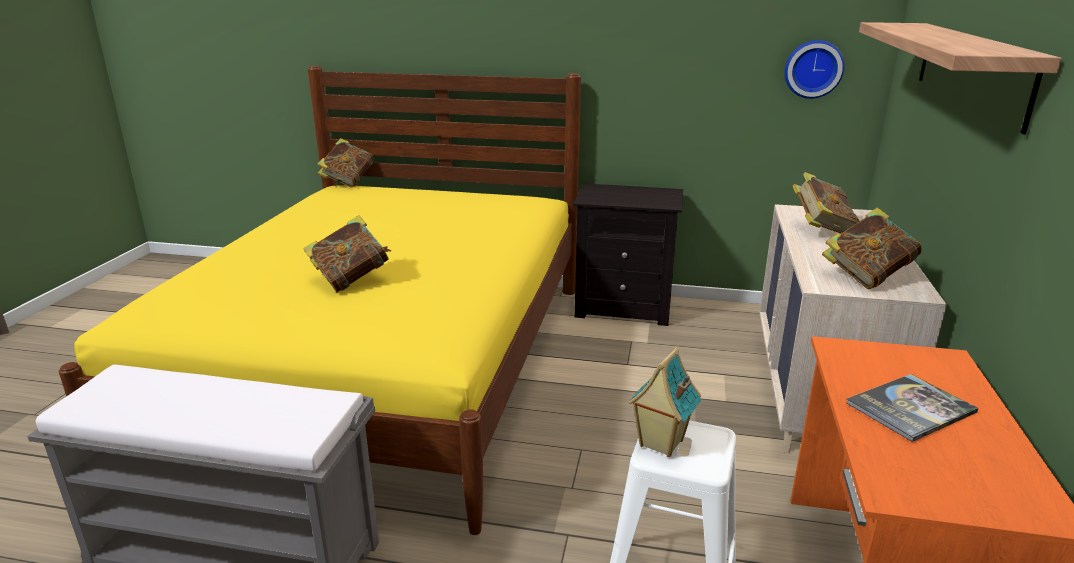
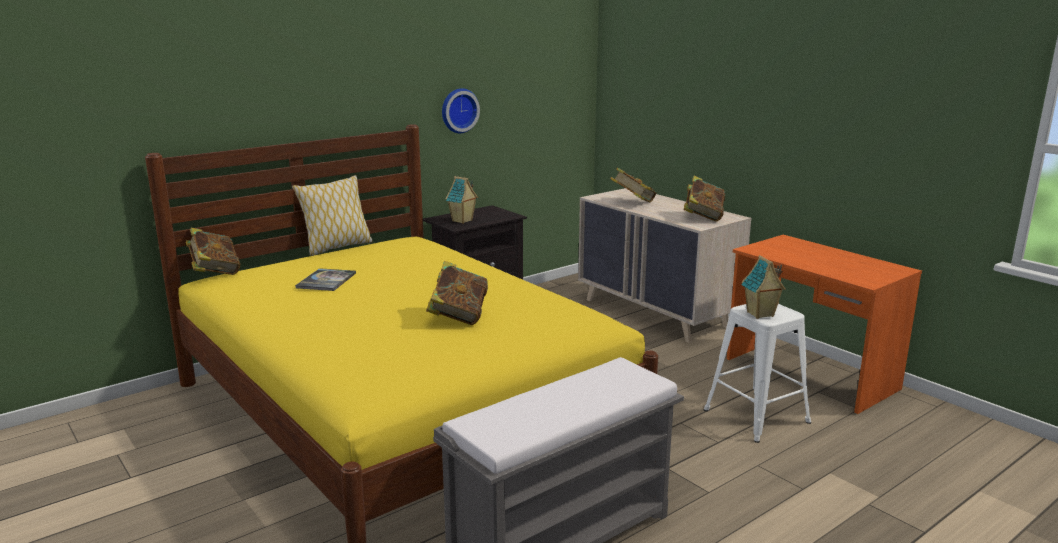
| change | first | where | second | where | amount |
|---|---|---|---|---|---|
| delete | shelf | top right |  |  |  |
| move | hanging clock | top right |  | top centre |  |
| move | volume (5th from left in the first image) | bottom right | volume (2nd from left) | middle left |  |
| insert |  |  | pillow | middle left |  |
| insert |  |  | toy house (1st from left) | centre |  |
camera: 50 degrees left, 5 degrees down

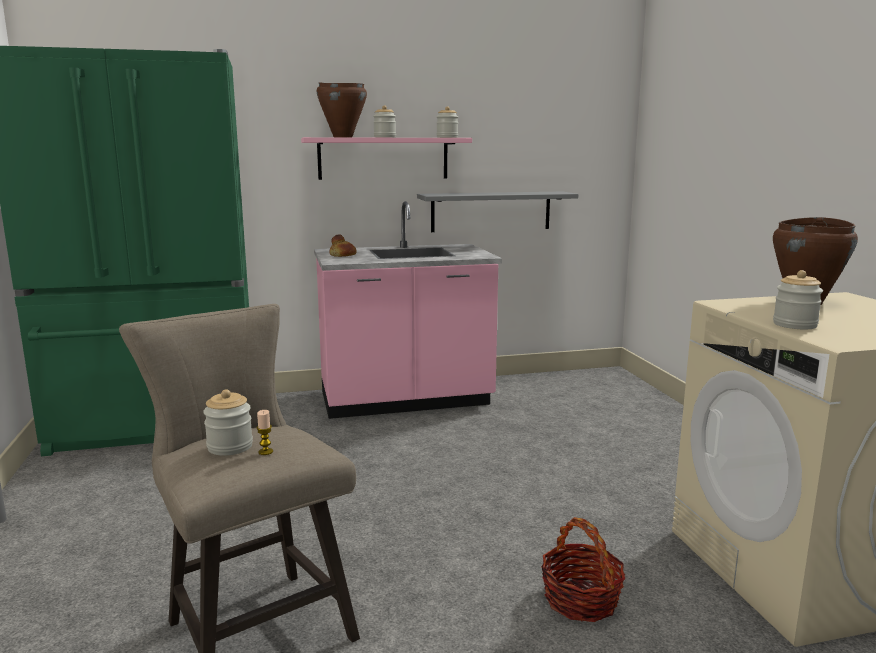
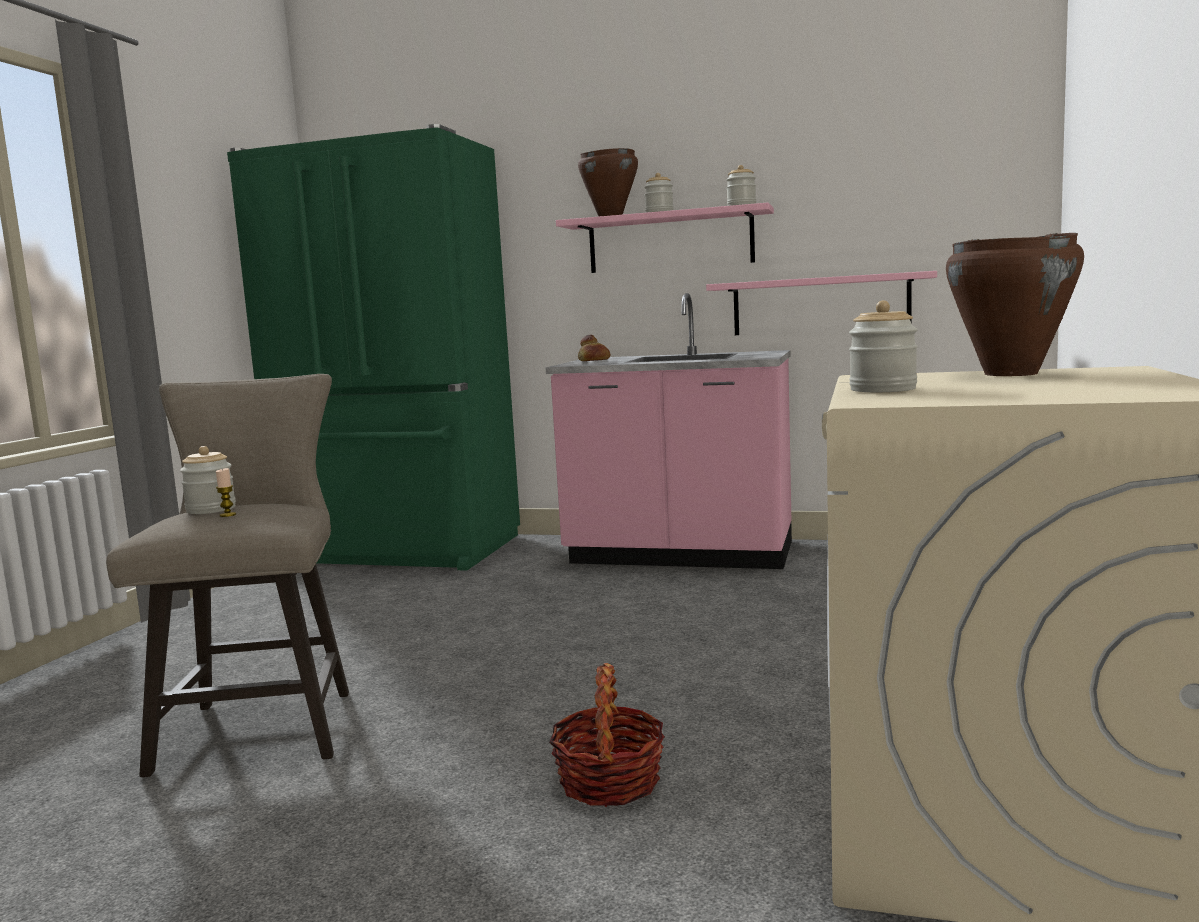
| change | first | where | second | where | amount |
|---|---|---|---|---|---|
| recolor | gray shelf | top centre | pink-coloured shelf (2nd from left) | top right |  |
camera: 30 degrees right, 5 degrees down

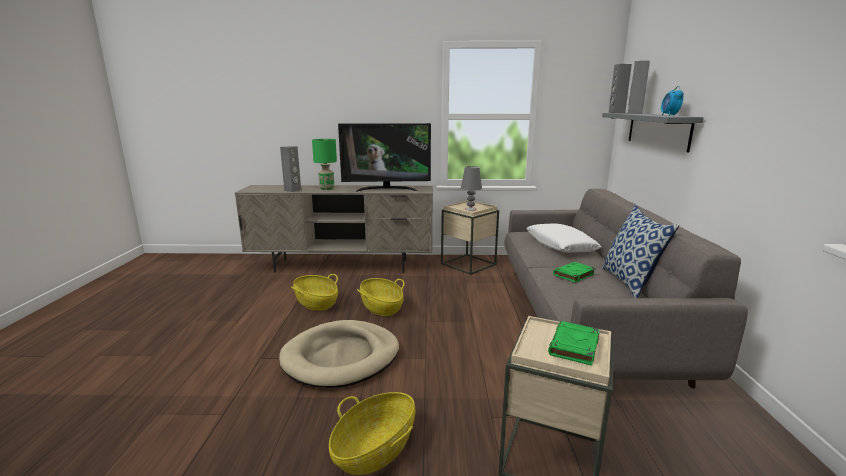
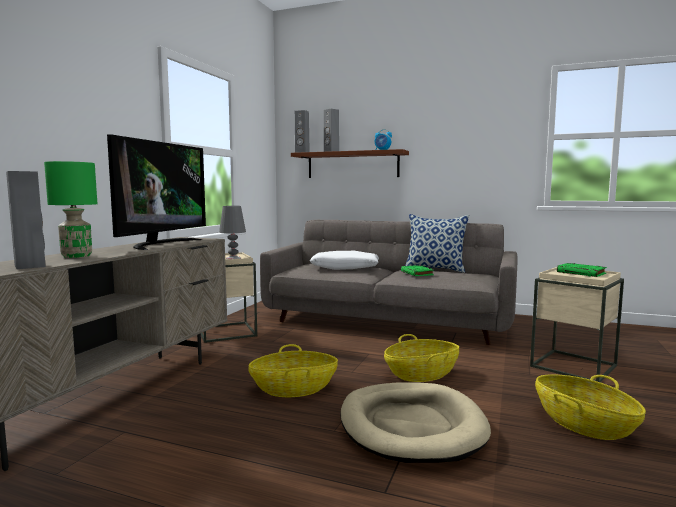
| change | first | where | second | where | amount |
|---|---|---|---|---|---|
| recolor | gray shelf | top right | brownish shelf | top centre |  |
| move | household basket (1st from left in the first image) | centre | household basket (2nd from left) | bottom centre |  |
camera: 70 degrees left, 10 degrees down

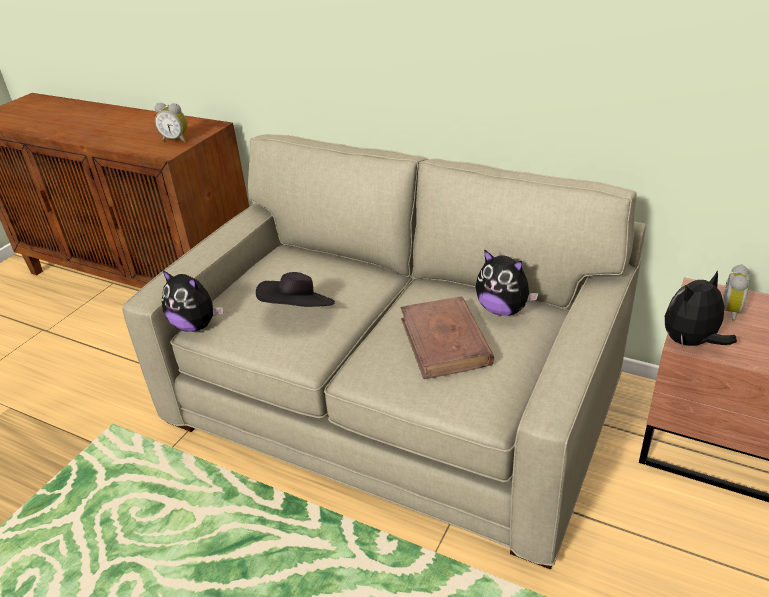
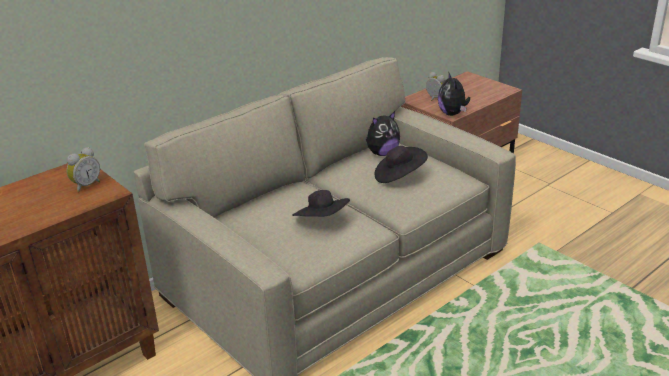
| change | first | where | second | where | amount |
|---|---|---|---|---|---|
| delete | cuddly toy (1st from left) | middle left |  |  |  |
| replace | brownish volume | centre | black-coloured wearable hat (2nd from left) | centre |  |
camera: 70 degrees left, 5 degrees down

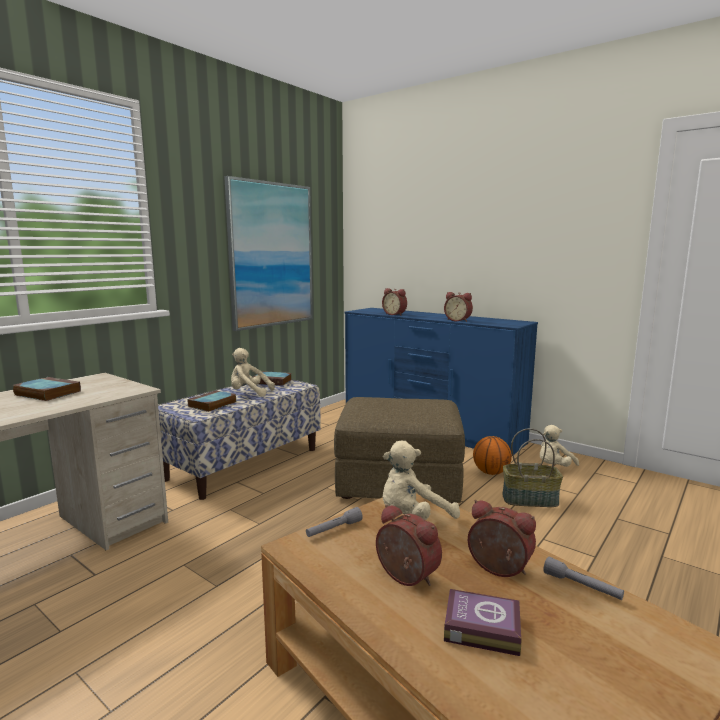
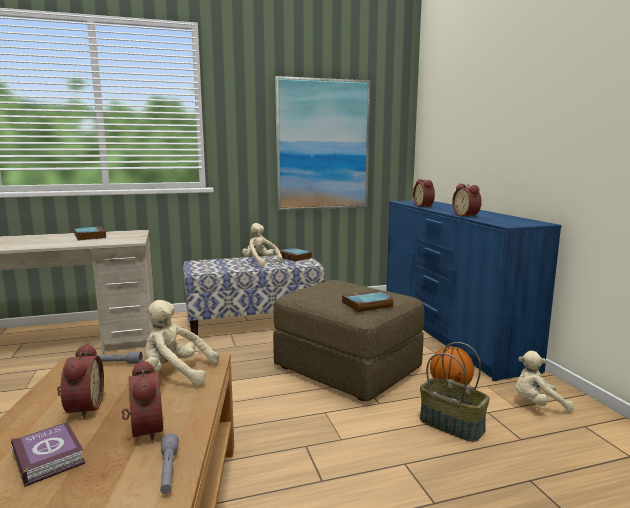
| change | first | where | second | where | amount |
|---|---|---|---|---|---|
| move | volume (2nd from left in the first image) | middle left | volume (4th from left) | centre |  |
camera: 35 degrees right, 0 degrees up

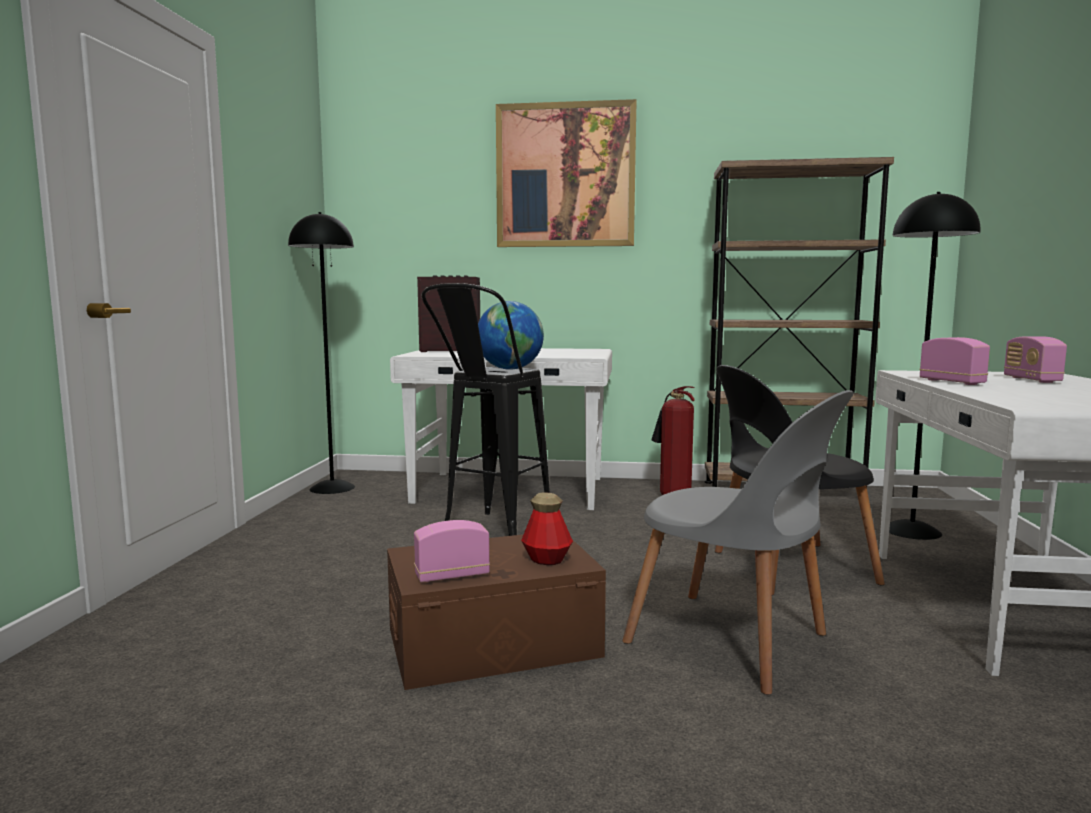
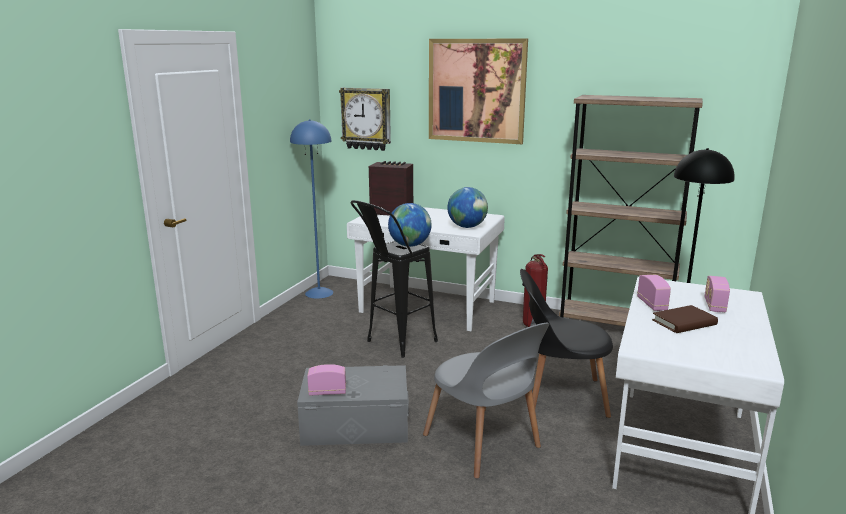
| change | first | where | second | where | amount |
|---|---|---|---|---|---|
| recolor | black-coloured standard lamp (1st from left) | middle left | blue-coloured standard lamp | centre |  |
| delete | drink bottle | centre |  |  |  |
| recolor | brownish storage container | bottom centre | gray storage container | bottom centre |  |
| insert |  |  | hanging clock | top centre |  |
| insert |  |  | desk globe (2nd from left) | centre |  |
| insert |  |  | brownish volume | middle right |  |
camera: 15 degrees right, 10 degrees up

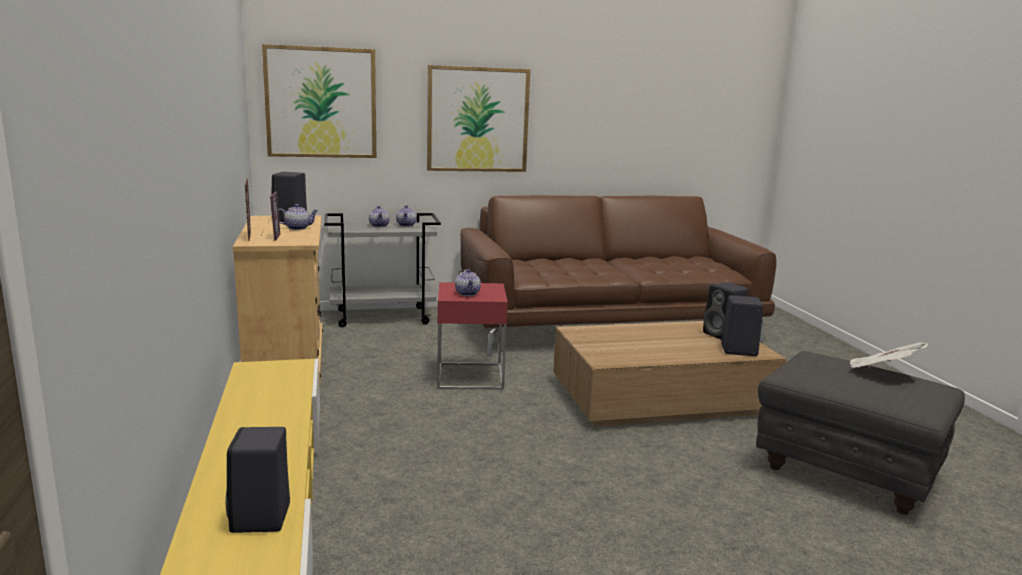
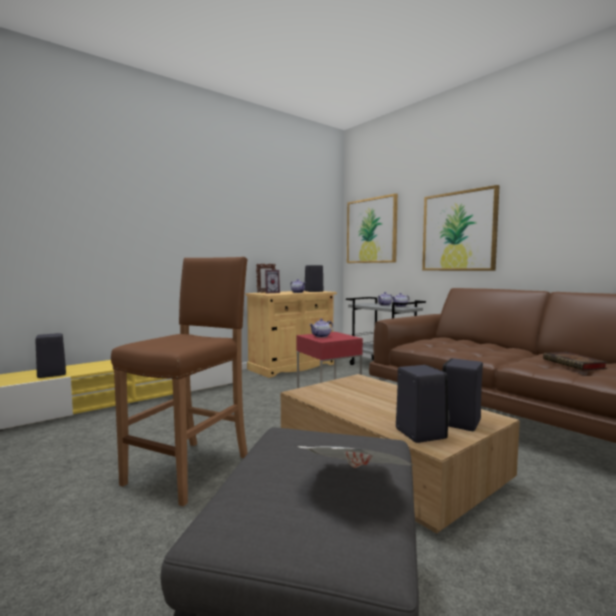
| change | first | where | second | where | amount |
|---|---|---|---|---|---|
| insert |  |  | brownish stool | middle left |  |
| insert |  |  | volume | middle right |  |
camera: 65 degrees right, 10 degrees down

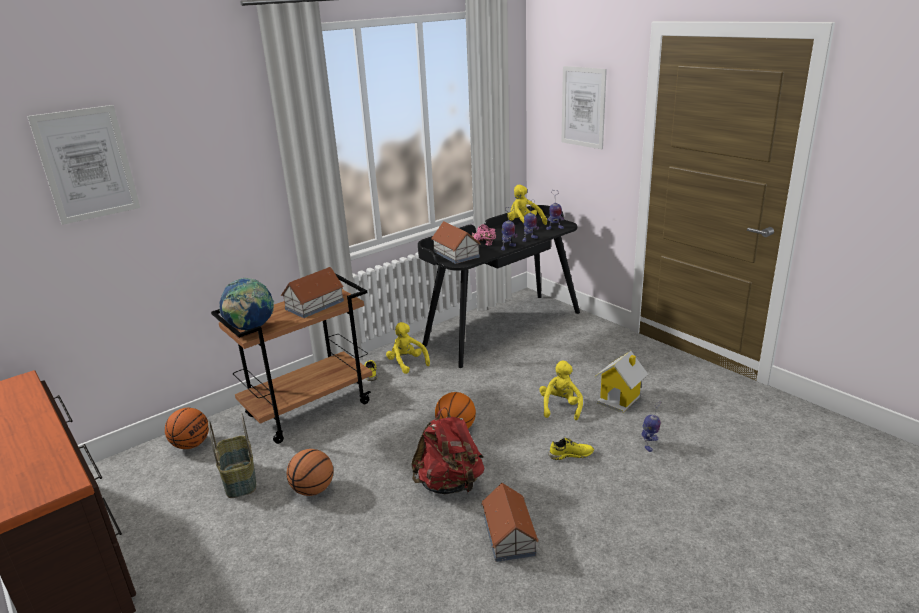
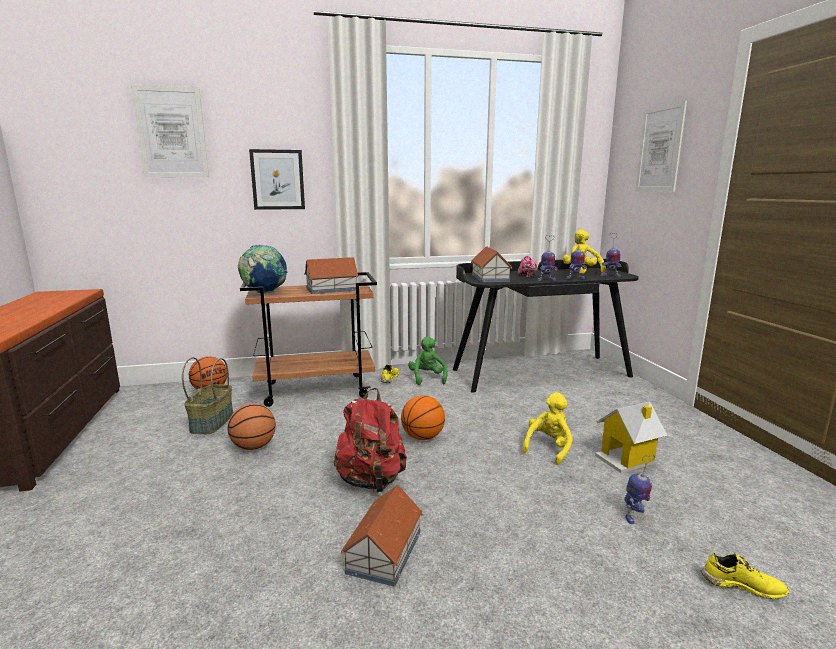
| change | first | where | second | where | amount |
|---|---|---|---|---|---|
| recolor | yellow cuddly toy (1st from left) | centre | greenish cuddly toy | centre |  |
| move | yellow item of footwear (2nd from left) | bottom centre |  | bottom right |  |
| insert |  |  | wall art (2nd from left) | top left |  |
camera: 25 degrees right, 10 degrees down

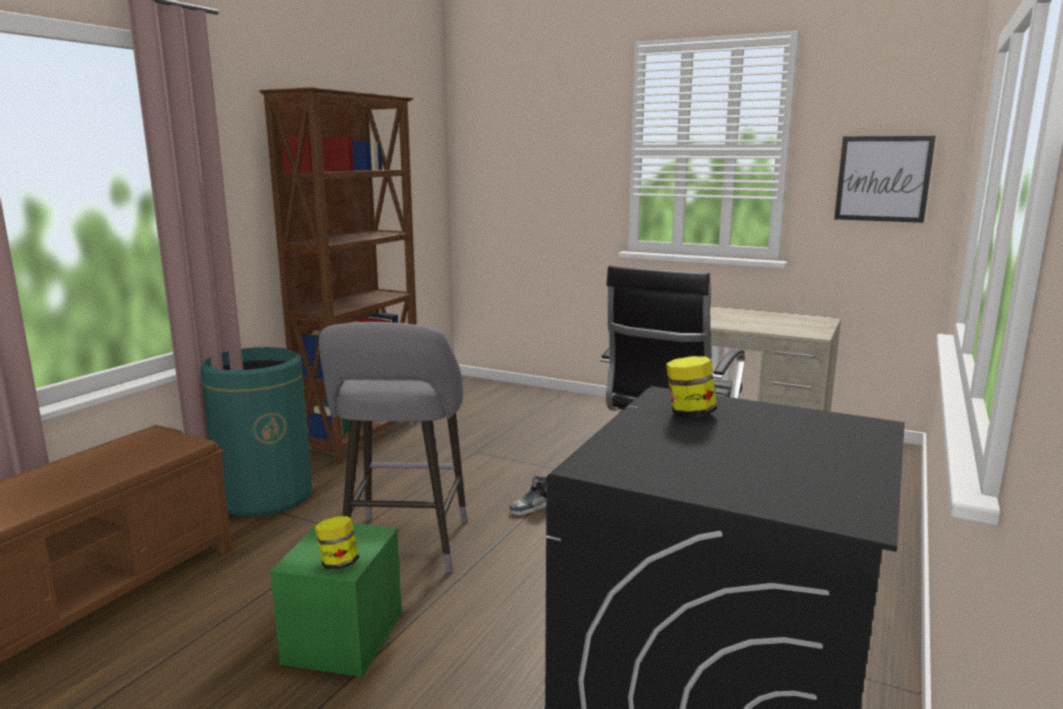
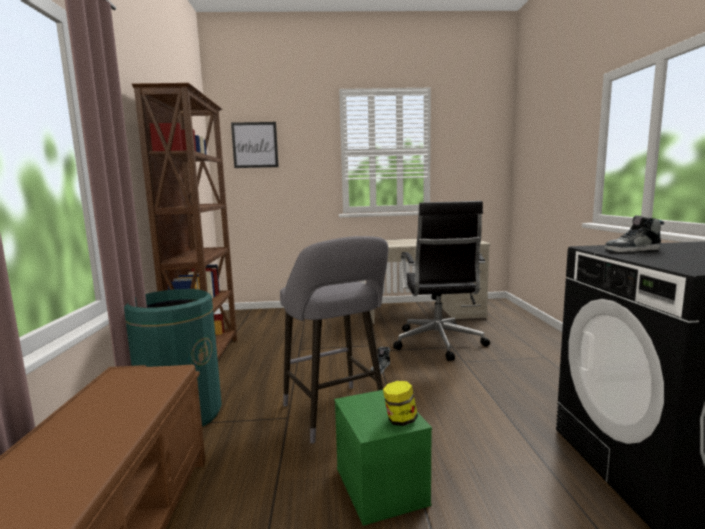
| change | first | where | second | where | amount |
|---|---|---|---|---|---|
| move | wall art | top right |  | top centre |  |
| replace | storage jar (2nd from left) | centre | item of footwear (2nd from left) | middle right |  |
camera: 30 degrees left, 5 degrees down

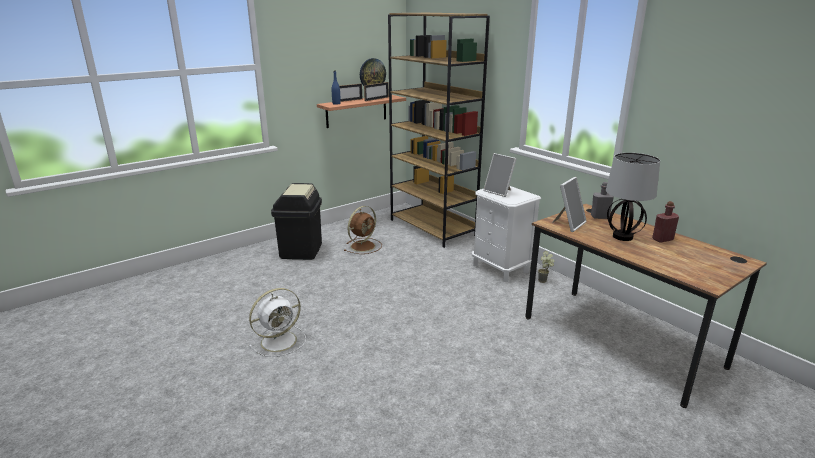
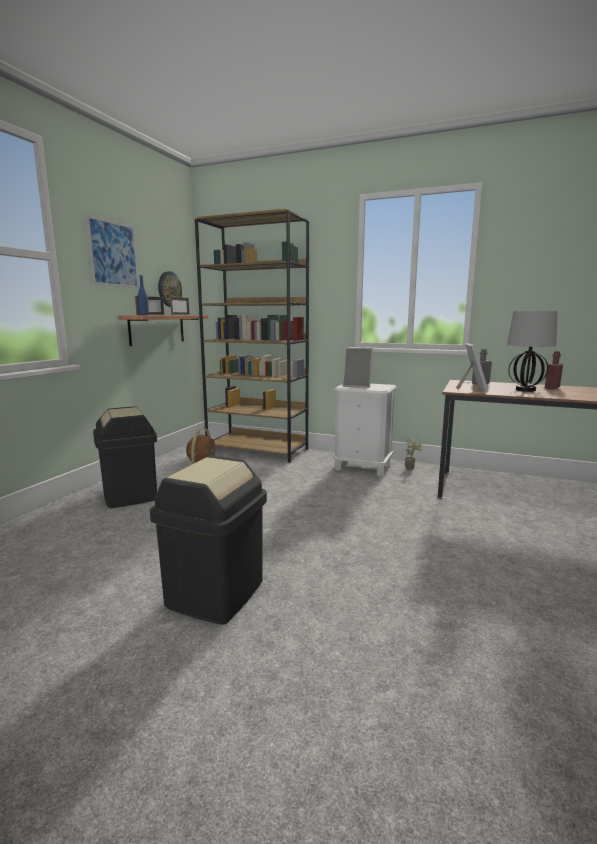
| change | first | where | second | where | amount |
|---|---|---|---|---|---|
| replace | whitish fan | bottom centre | black-coloured rubbish bin (2nd from left) | centre |  |
| insert |  |  | wall art | top left |  |
camera: 30 degrees left, 10 degrees down

